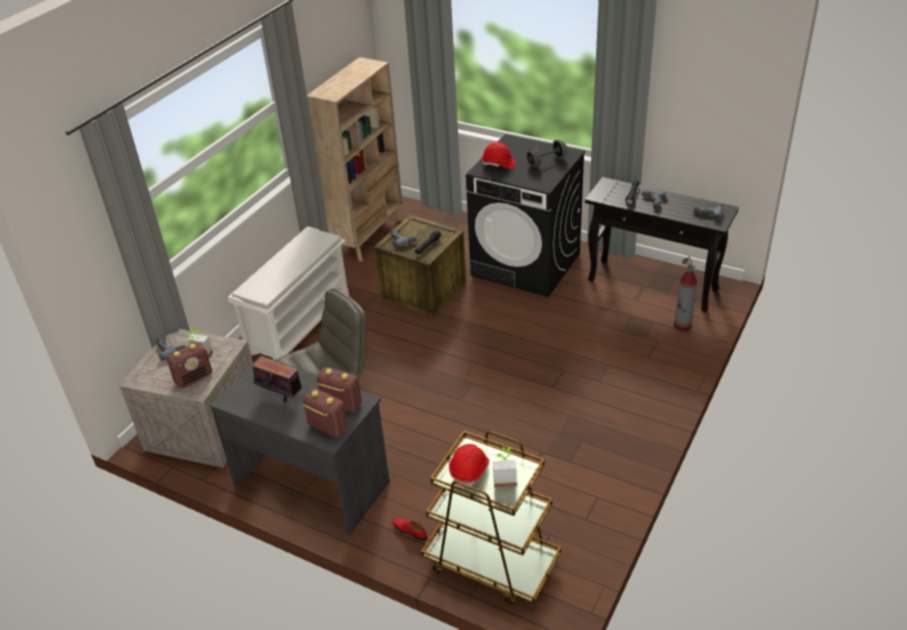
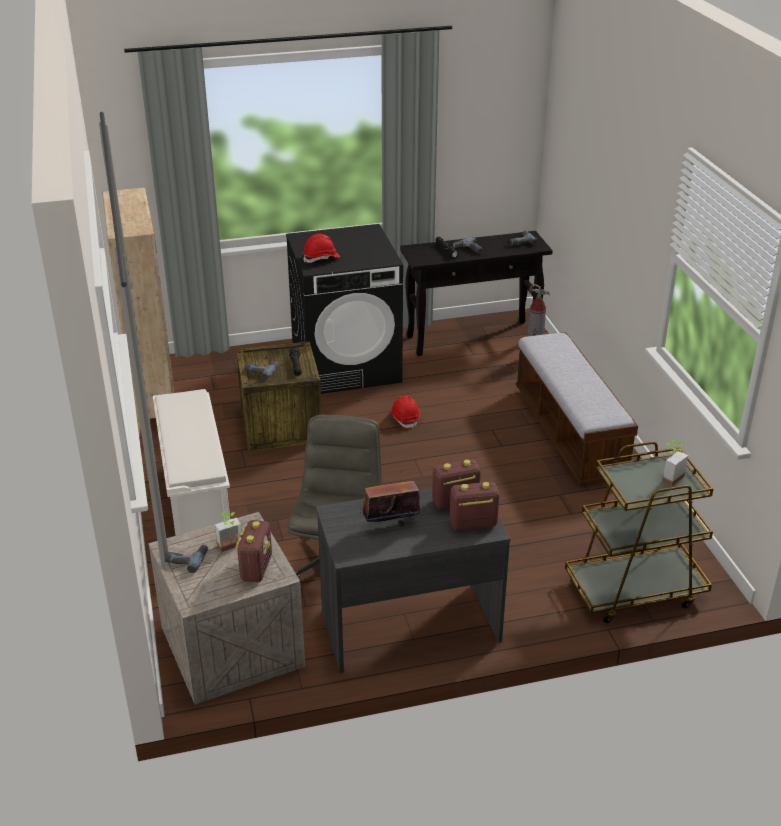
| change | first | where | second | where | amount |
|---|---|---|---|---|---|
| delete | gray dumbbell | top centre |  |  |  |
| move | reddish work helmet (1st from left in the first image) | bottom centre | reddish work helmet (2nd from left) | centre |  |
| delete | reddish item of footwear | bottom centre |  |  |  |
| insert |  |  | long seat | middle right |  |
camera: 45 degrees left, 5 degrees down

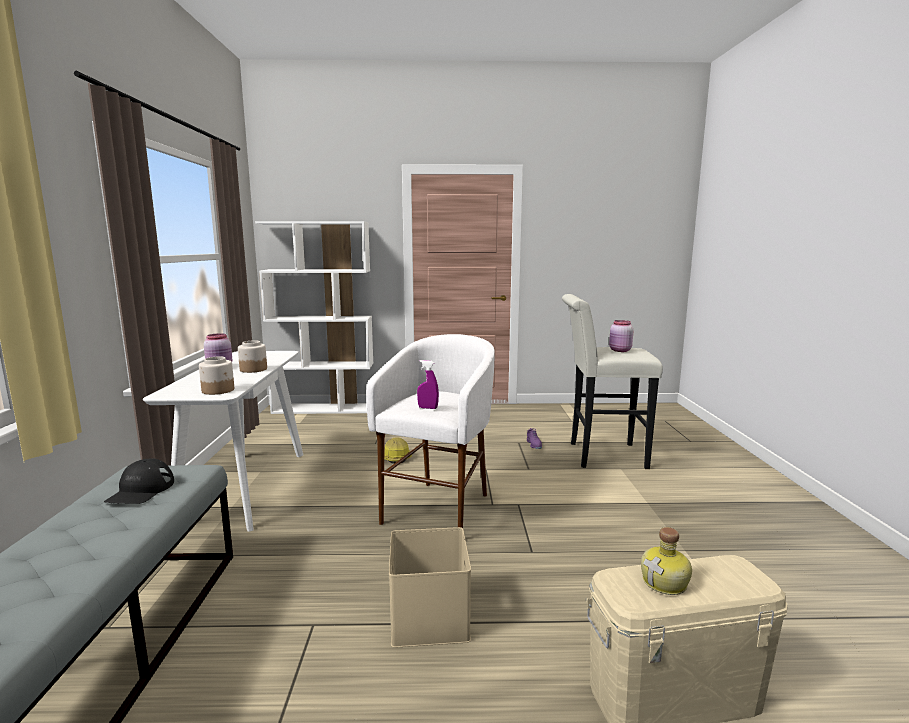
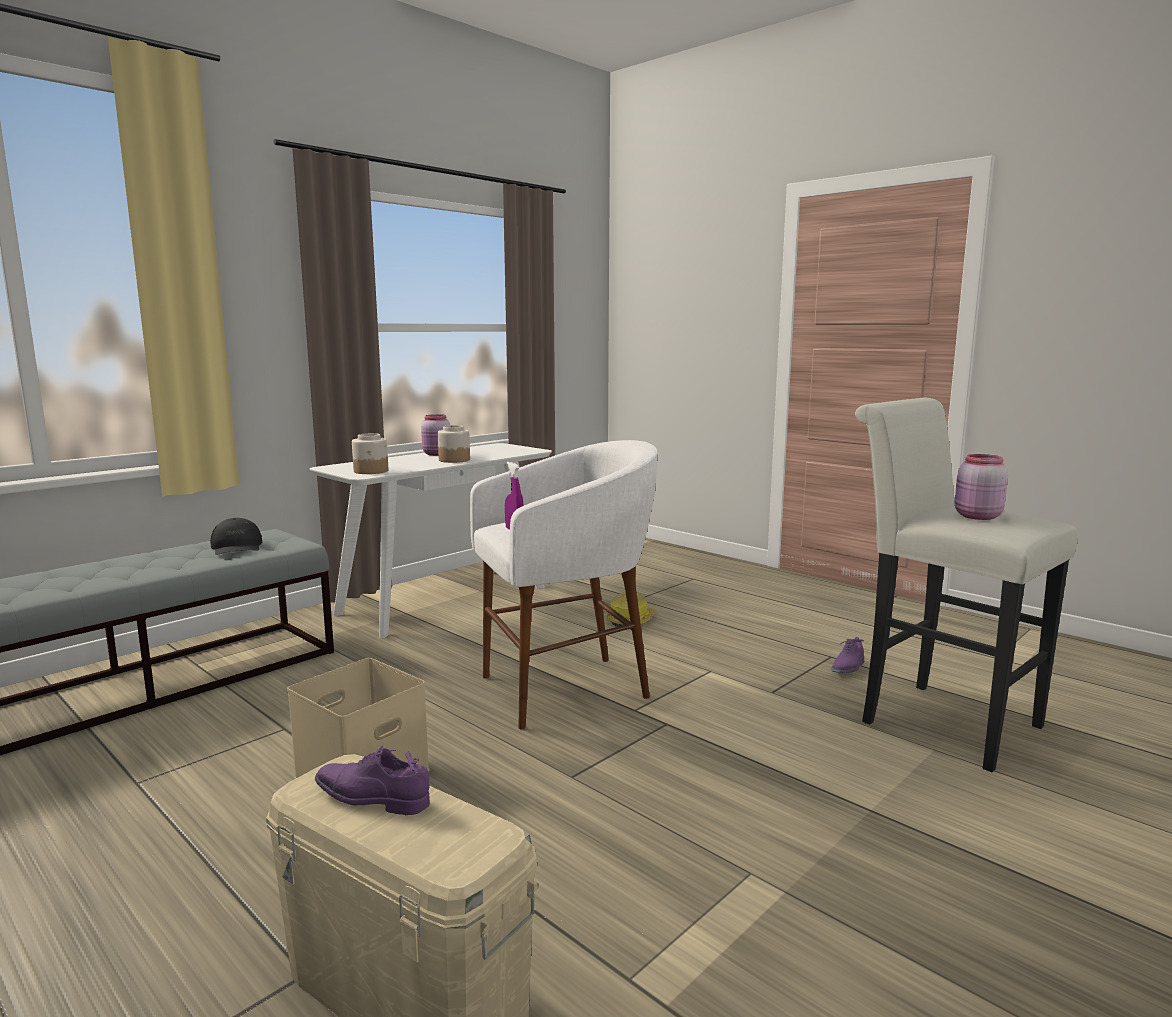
| change | first | where | second | where | amount |
|---|---|---|---|---|---|
| delete | whitish bookcase | centre |  |  |  |
| rotate | black-coloured cap | middle left |  | middle left | 75 degrees counterclockwise |
| replace | drink bottle | bottom right | purple item of footwear (1st from left) | bottom left |  |
camera: 45 degrees right, 0 degrees up

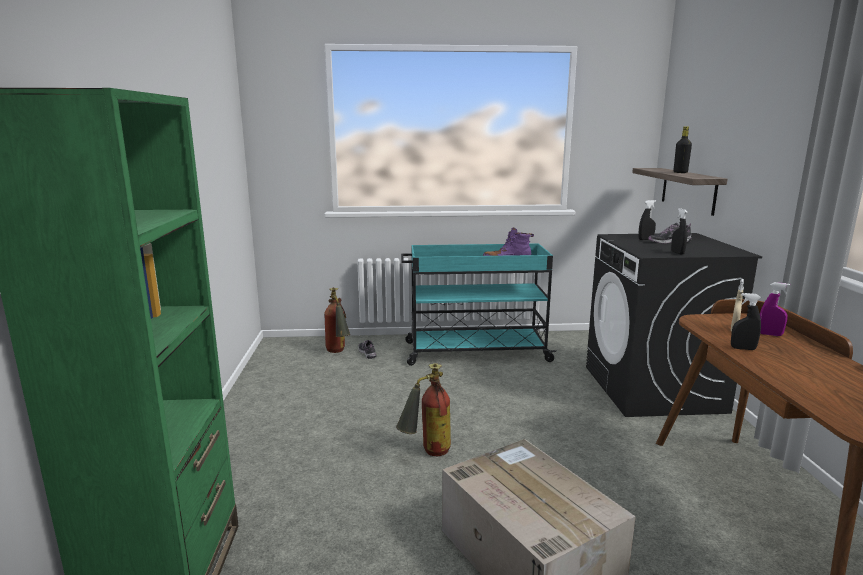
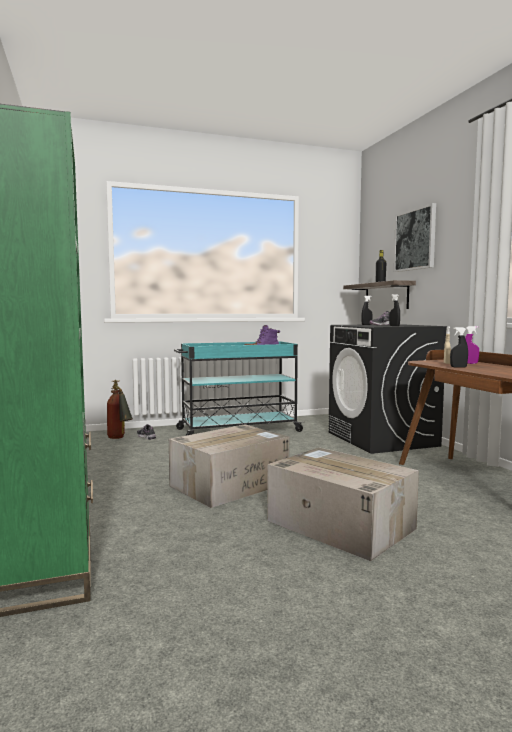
| change | first | where | second | where | amount |
|---|---|---|---|---|---|
| replace | fire extinguisher (2nd from left) | bottom centre | packing box (1st from left) | centre |  |
| insert |  |  | wall art | top right |  |
camera: 15 degrees left, 10 degrees down

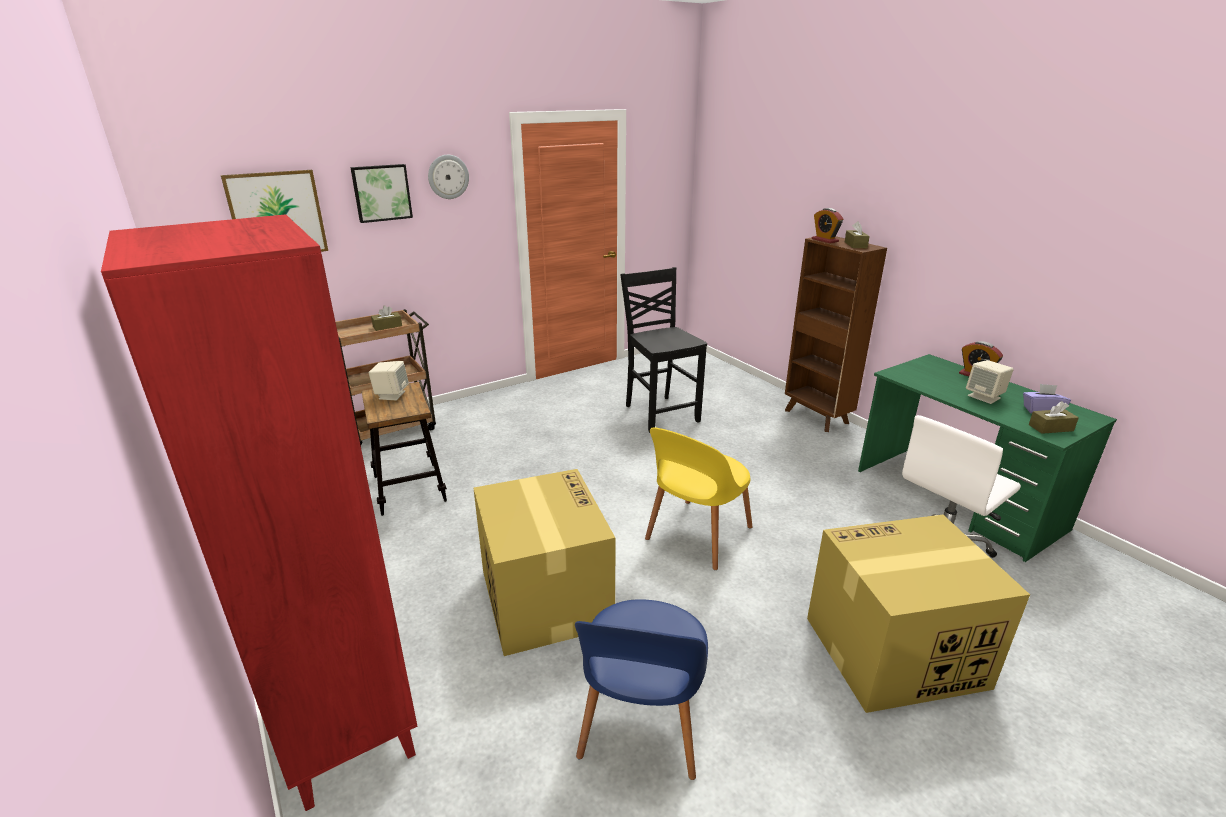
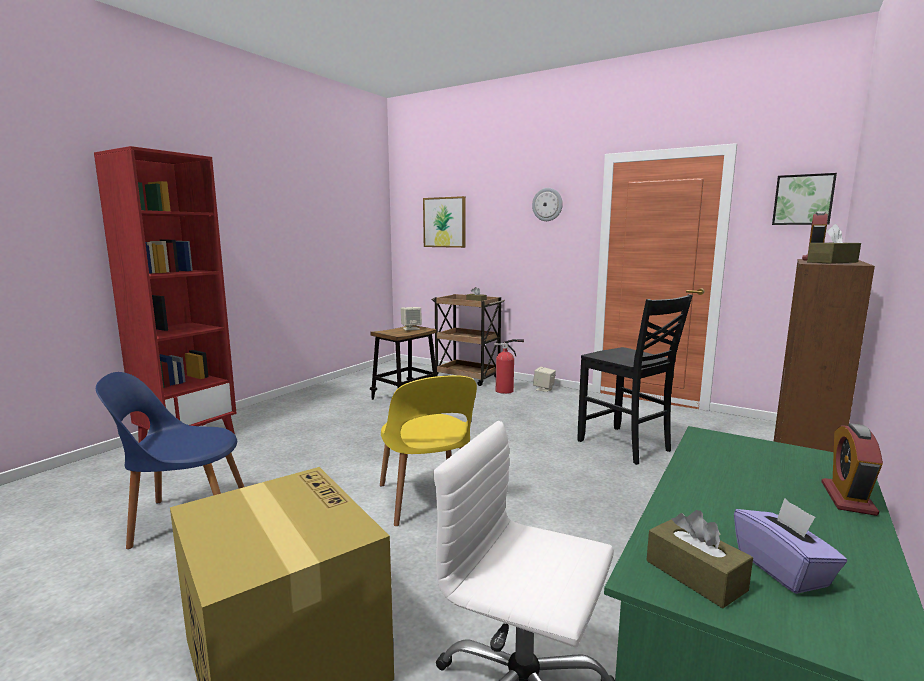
| change | first | where | second | where | amount |
|---|---|---|---|---|---|
| move | wall art (2nd from left) | top left |  | top right |  |
| rotate | black-coloured plain chair | centre |  | middle right | 105 degrees clockwise |
| move | sand-coloured speaker (2nd from left) | middle right |  | centre |  |
| rotate | yellow plain chair | centre |  | centre | 120 degrees counterclockwise |
| delete | packing box (1st from left) | bottom centre |  |  |  |
| insert |  |  | fire extinguisher | centre |  |
camera: 65 degrees right, 15 degrees down

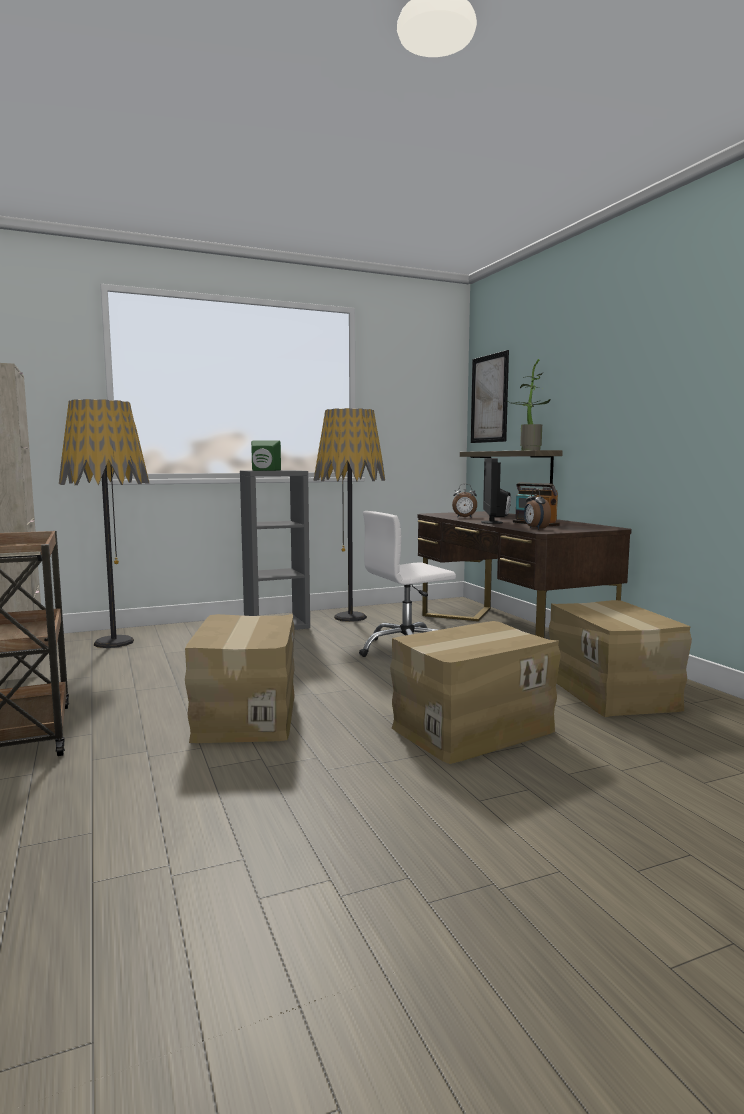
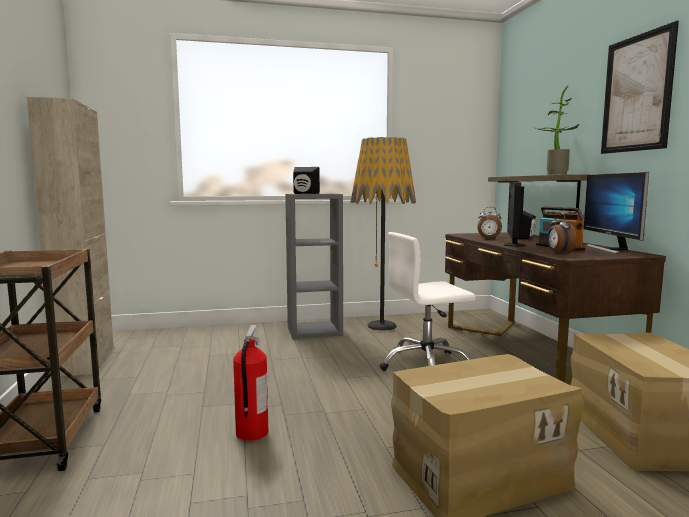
| change | first | where | second | where | amount |
|---|---|---|---|---|---|
| move | wall art | centre |  | top right |  |
| delete | standard lamp (1st from left) | middle left |  |  |  |
| recolor | greenish speaker | centre | black-coloured speaker (1st from left) | centre |  |
| replace | packing box (1st from left) | middle left | fire extinguisher | bottom centre |  |
| insert |  |  | computer display (2nd from left) | middle right |  |
camera: 10 degrees right, 0 degrees up

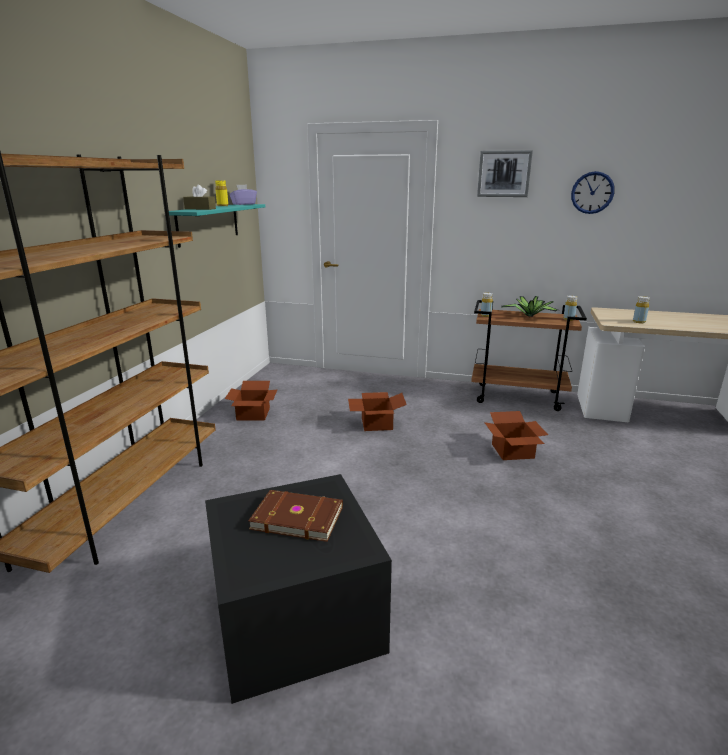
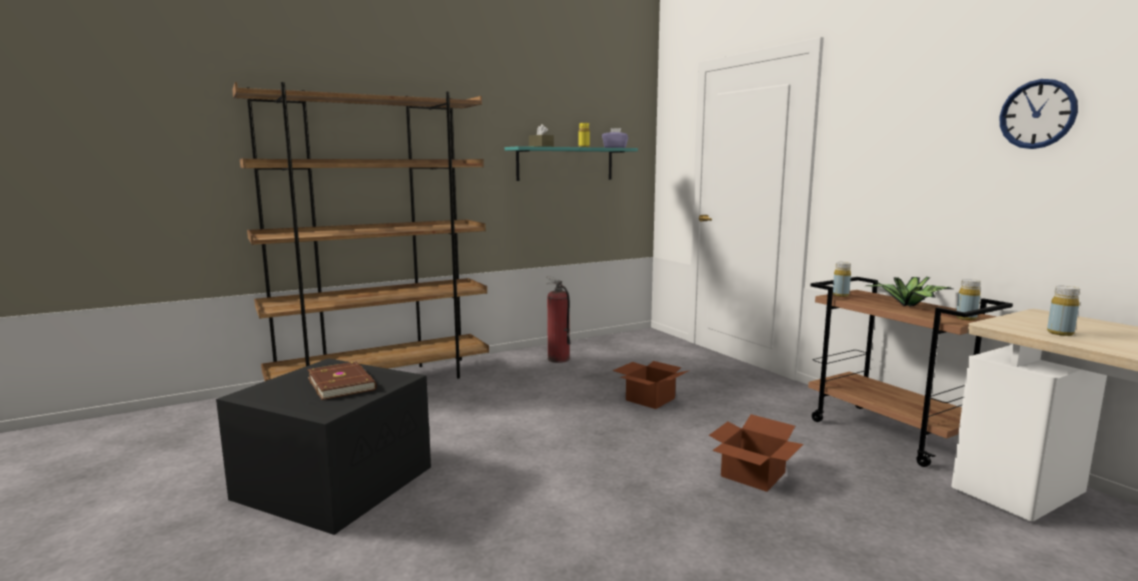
| change | first | where | second | where | amount |
|---|---|---|---|---|---|
| delete | wall art | top right |  |  |  |
| replace | packing box (1st from left) | centre | fire extinguisher | centre |  |
camera: 45 degrees right, 10 degrees down

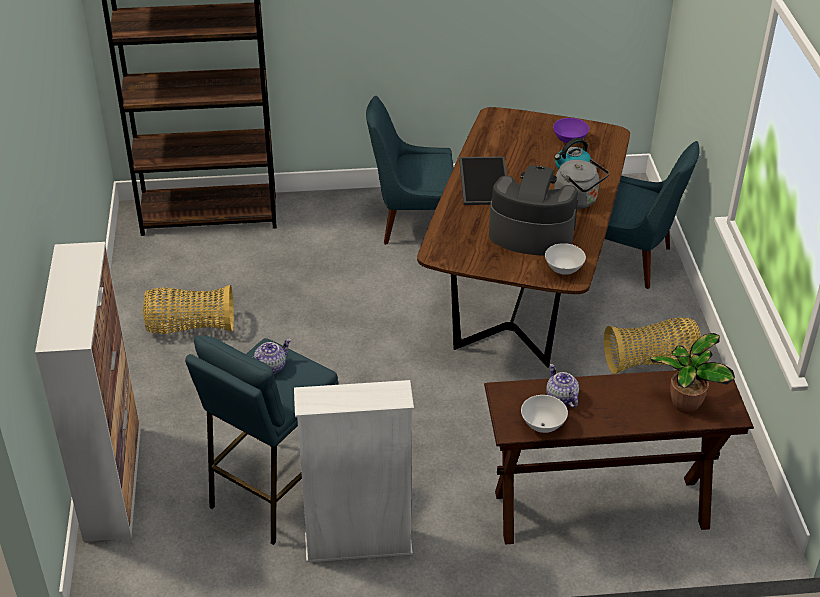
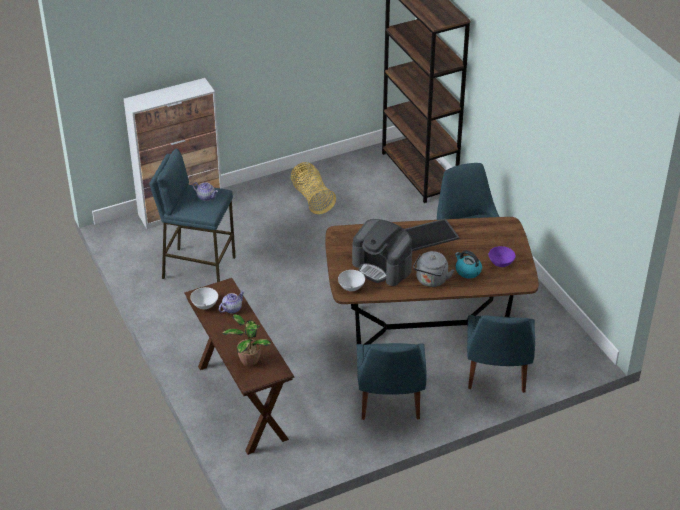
| change | first | where | second | where | amount |
|---|---|---|---|---|---|
| rotate | coffee maker | centre |  | centre | 135 degrees clockwise |
| replace | household basket (2nd from left) | middle right | blue-coloured plain chair (1st from left) | bottom centre |  |
| delete | whitish bookcase | bottom centre |  |  |  |
camera: 70 degrees right, 0 degrees up

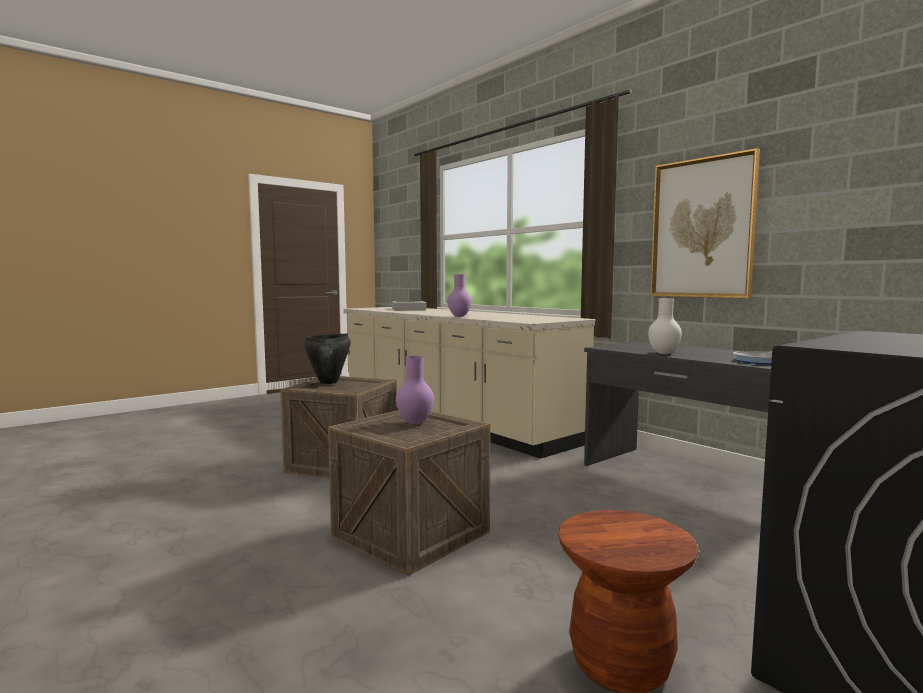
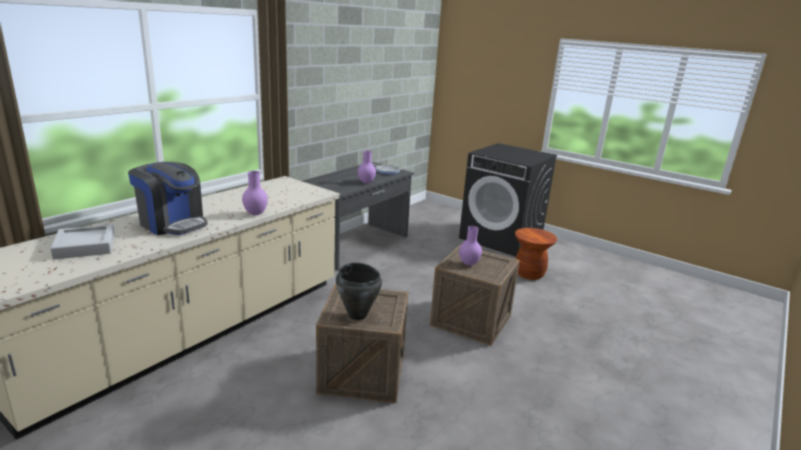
| change | first | where | second | where | amount |
|---|---|---|---|---|---|
| delete | wall art | top right |  |  |  |
| recolor | whitish vase | middle right | purple vase (2nd from left) | centre |  |
| insert |  |  | coffee maker | middle left |  |
camera: 105 degrees left, 15 degrees up

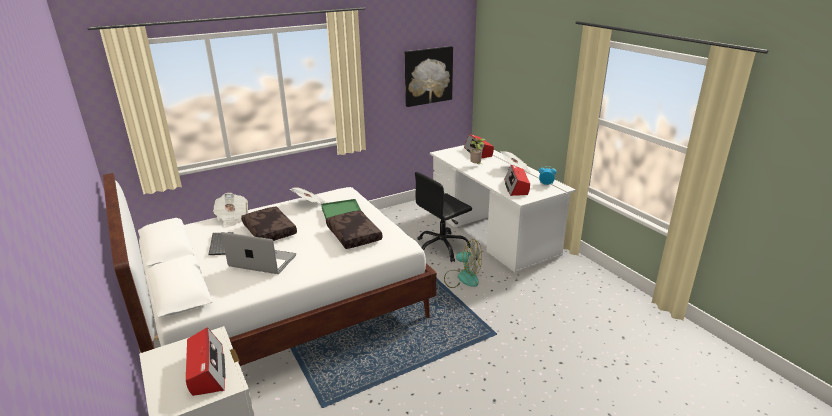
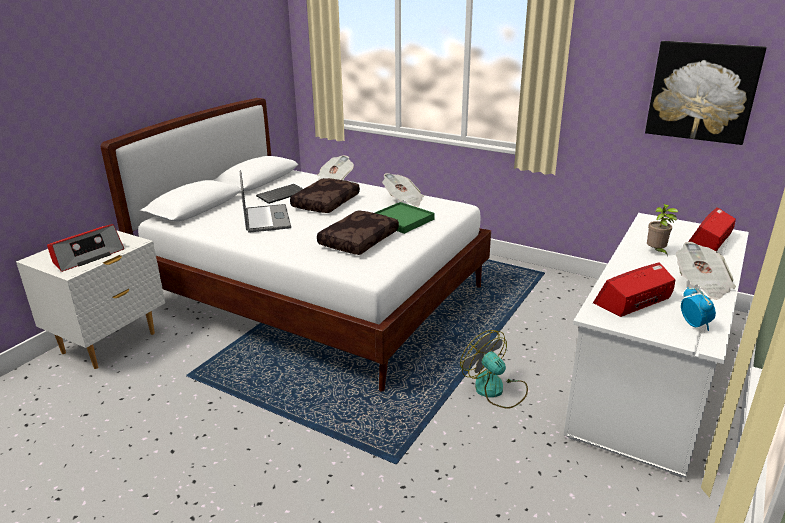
| change | first | where | second | where | amount |
|---|---|---|---|---|---|
| delete | black-coloured office chair | centre |  |  |  |
| rotate | fan | centre |  | bottom centre | 150 degrees clockwise |
camera: 60 degrees right, 0 degrees up

